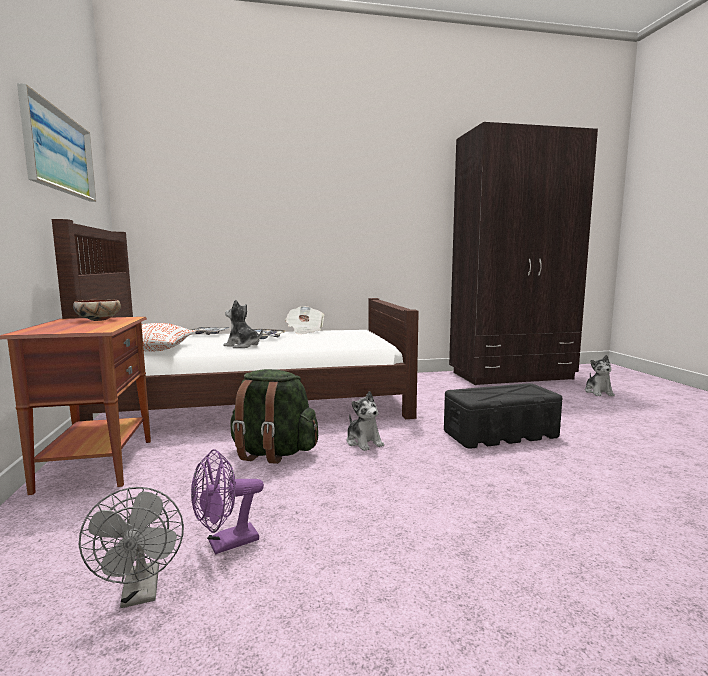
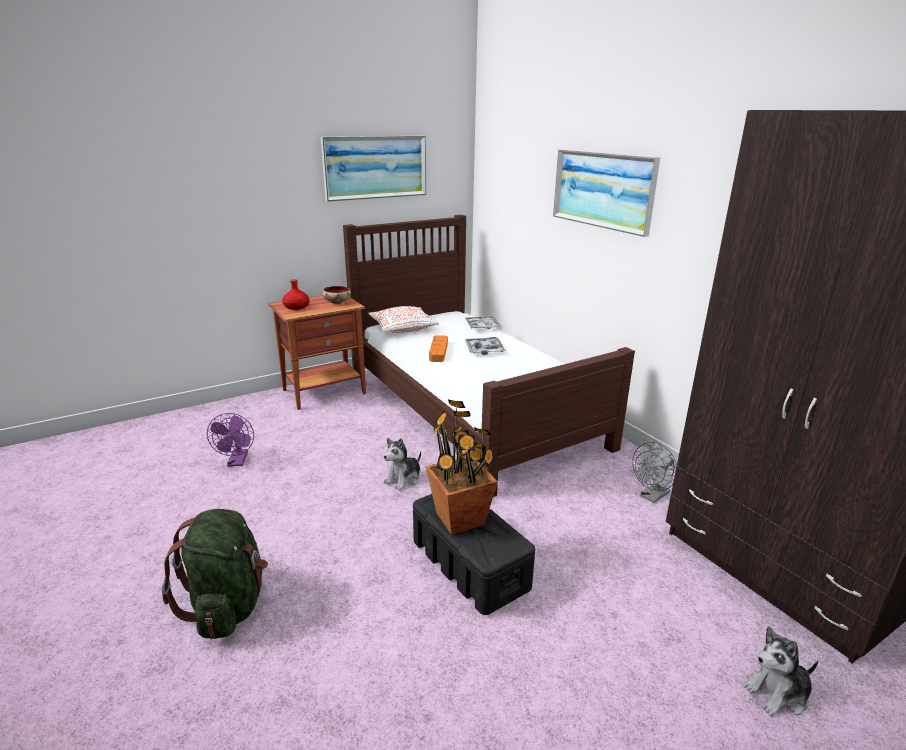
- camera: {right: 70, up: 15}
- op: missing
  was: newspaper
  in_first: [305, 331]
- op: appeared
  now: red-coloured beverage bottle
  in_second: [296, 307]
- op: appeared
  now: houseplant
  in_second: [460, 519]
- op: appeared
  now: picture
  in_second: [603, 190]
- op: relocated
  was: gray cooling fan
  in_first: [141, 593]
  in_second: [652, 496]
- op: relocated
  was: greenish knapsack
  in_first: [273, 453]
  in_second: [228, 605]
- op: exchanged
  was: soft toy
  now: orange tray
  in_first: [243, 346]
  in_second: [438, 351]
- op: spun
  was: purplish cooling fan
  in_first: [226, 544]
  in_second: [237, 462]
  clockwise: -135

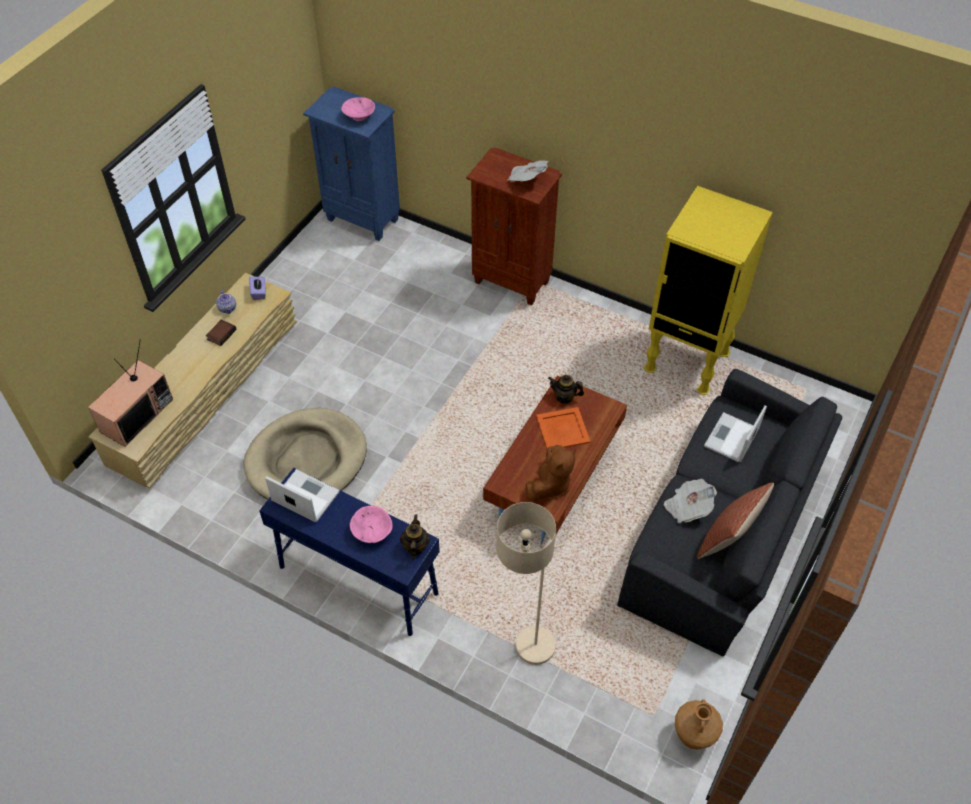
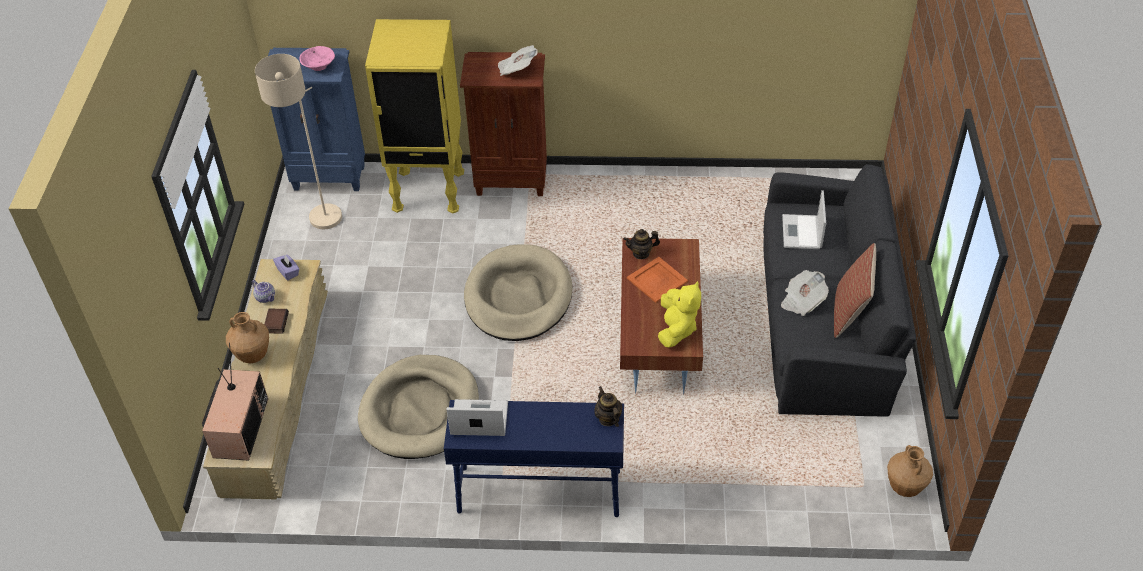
- camera: {right: -25, up: -5}
- op: missing
  was: pink-coloured deep dish
  in_first: [371, 531]
- op: appeared
  now: brown-coloured flower vase
  in_second: [253, 355]
- op: appeared
  now: beige-coloured dog cushion
  in_second: [518, 297]
- op: relocated
  was: beige-coloured standard lamp
  in_first: [523, 650]
  in_second: [318, 223]
- op: relocated
  was: yellow-coloured cupboard
  in_first: [687, 362]
  in_second: [429, 190]
- op: colour
  was: brown-coloured soft toy
  now: yellow-coloured soft toy
  in_first: [550, 484]
  in_second: [676, 329]

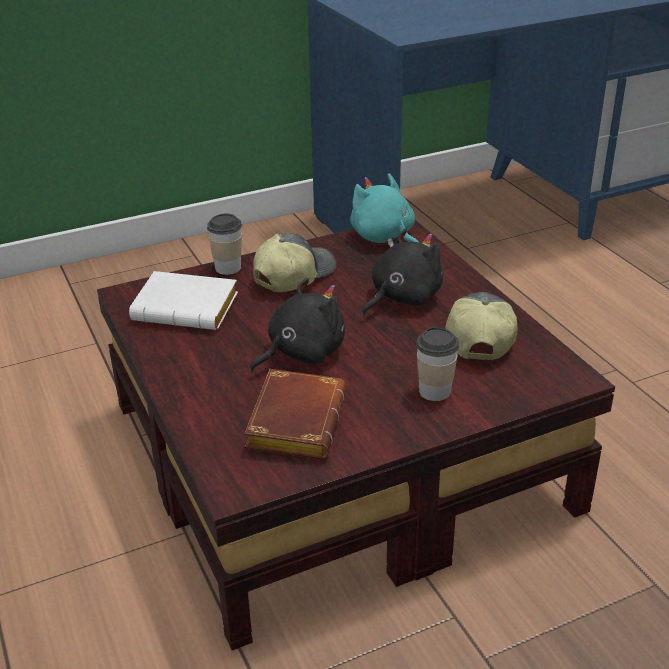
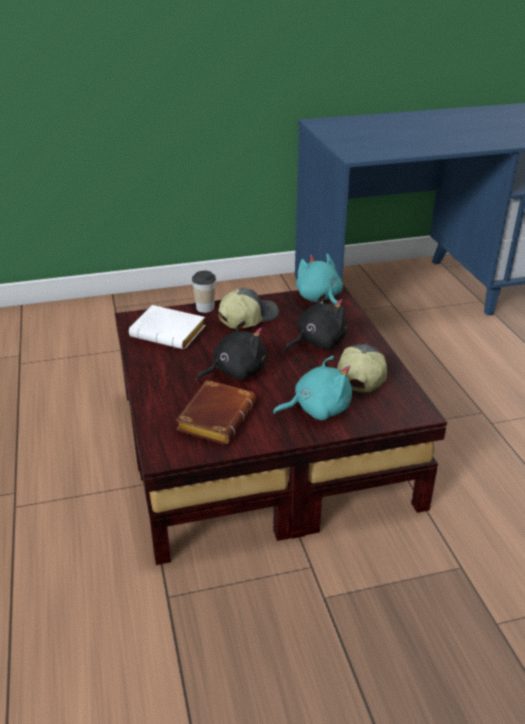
- camera: {right: 10, up: 0}
- op: exchanged
  was: small cup
  now: turquoise soft toy
  in_first: [435, 391]
  in_second: [317, 409]

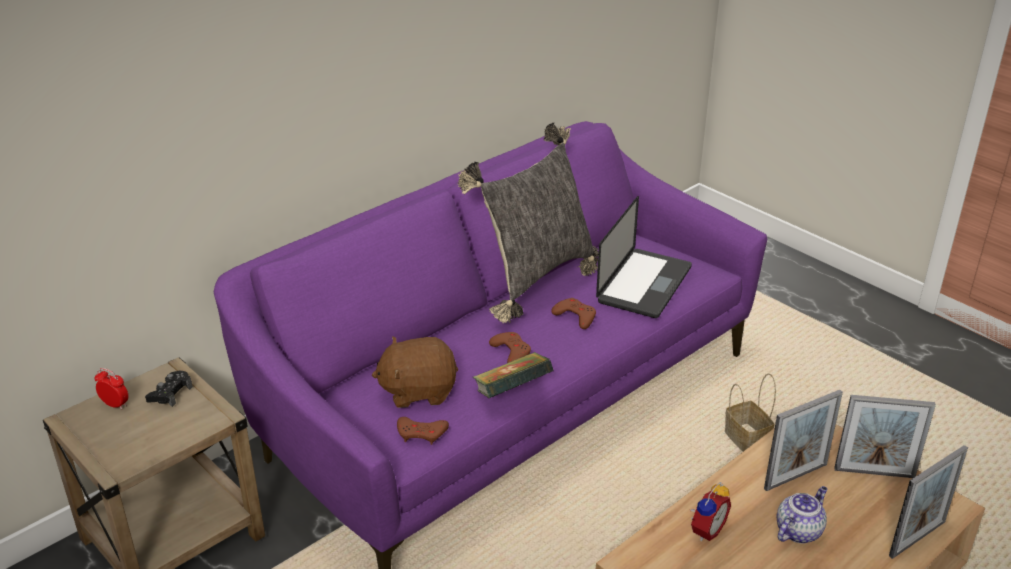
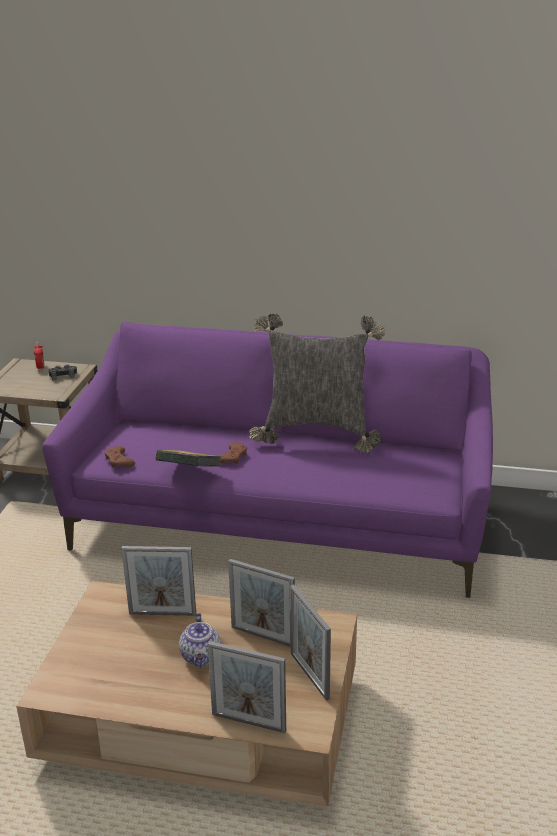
- camera: {right: 55, up: -5}
- op: missing
  was: brown-coloured soft toy
  in_first: [418, 391]
- op: missing
  was: brown-coloured game controller
  in_first: [575, 316]
- op: missing
  was: laptop
  in_first: [644, 284]
- op: missing
  was: storage basket
  in_first: [744, 438]
- op: exchanged
  was: table clock
  now: standing frame
  in_first: [705, 530]
  in_second: [162, 614]
- op: spun
  was: teapot
  in_first: [798, 530]
  in_second: [201, 657]
  clockwise: 75

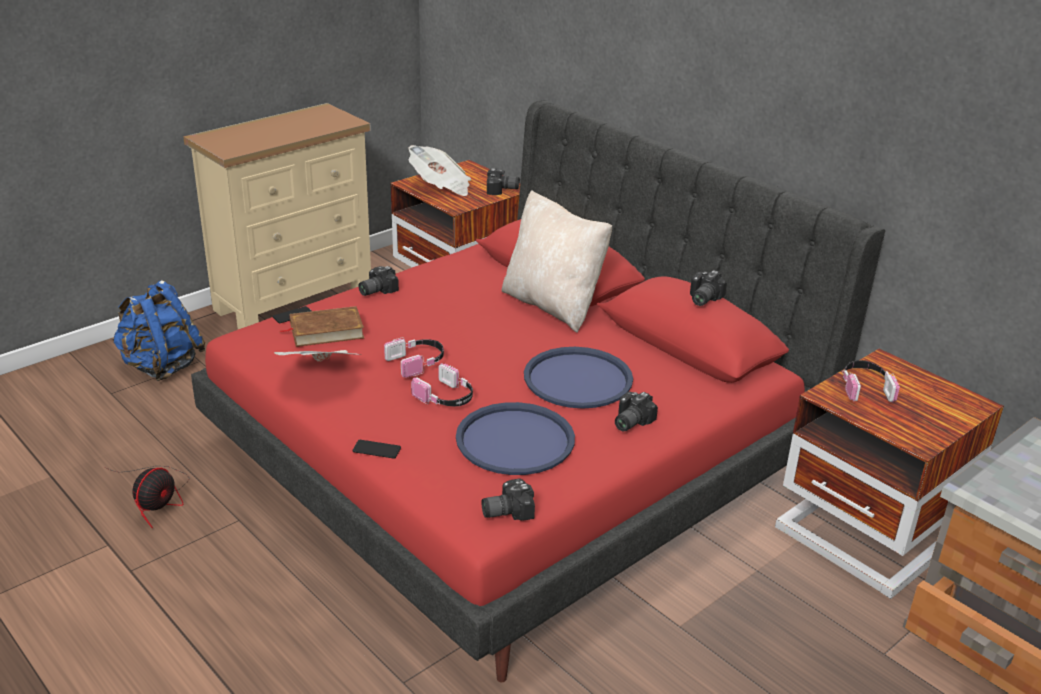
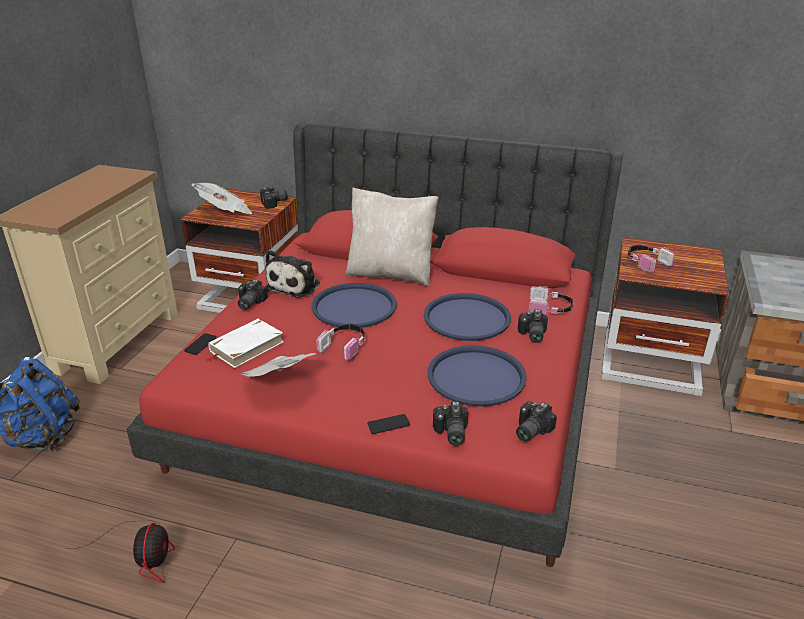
- camera: {right: -30, up: 0}
- op: appeared
  now: soft toy
  in_second: [295, 285]
- op: appeared
  now: blue-coloured tray
  in_second: [354, 306]
- op: relocated
  was: pair of headphones
  in_first: [446, 398]
  in_second: [550, 309]
- op: relocated
  was: still camera
  in_first: [702, 298]
  in_second: [450, 433]
- op: colour
  was: brown-coloured bound book
  now: white-coloured bound book
  in_first: [326, 331]
  in_second: [246, 346]

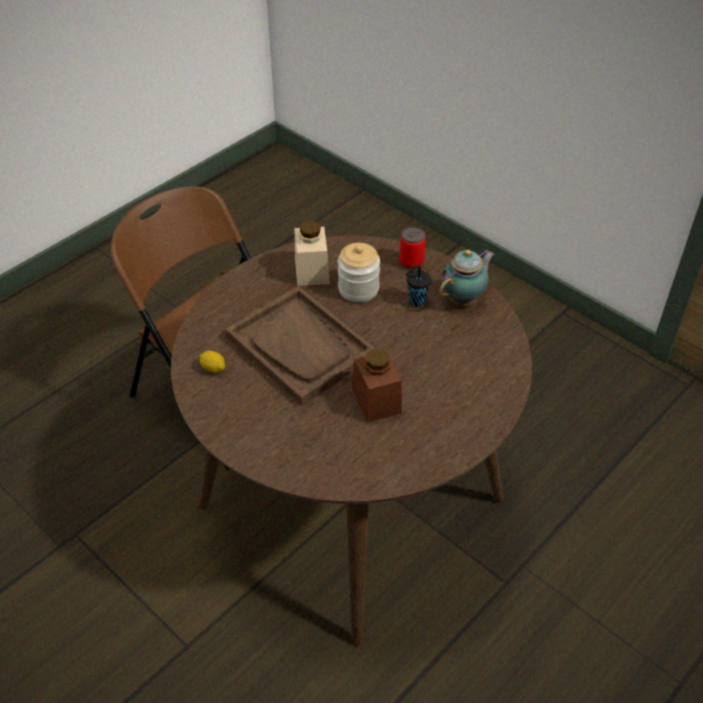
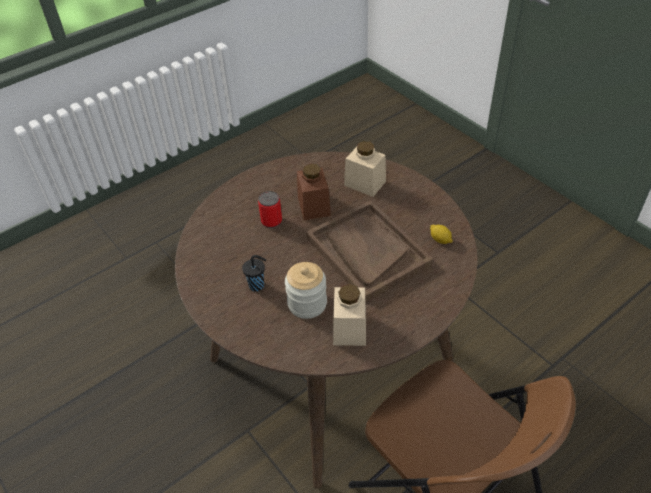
- camera: {right: -170, up: 0}
- op: missing
  was: teapot
  in_first: [464, 299]
- op: appeared
  now: beige-coloured storage jar
  in_second: [365, 183]
- op: relocated
  was: sealed can
  in_first: [411, 262]
  in_second: [271, 221]

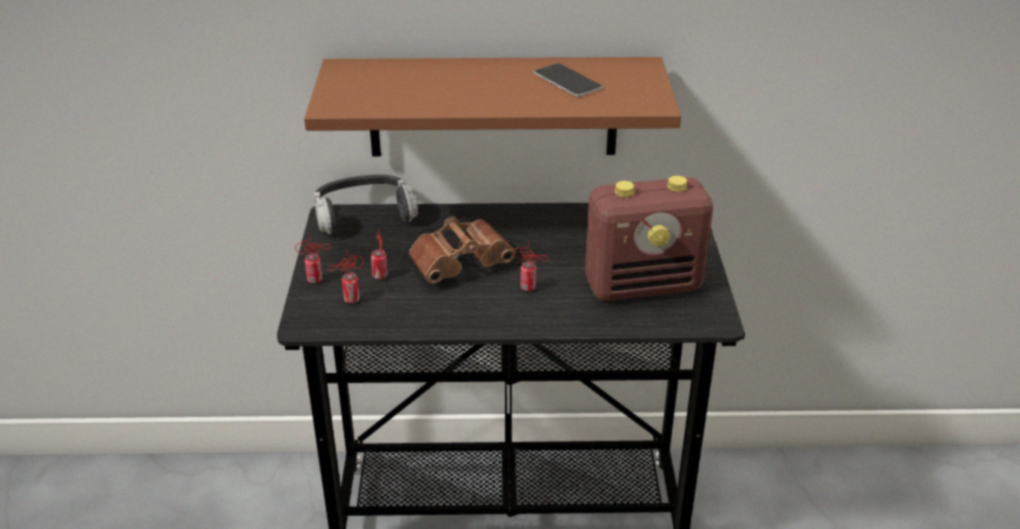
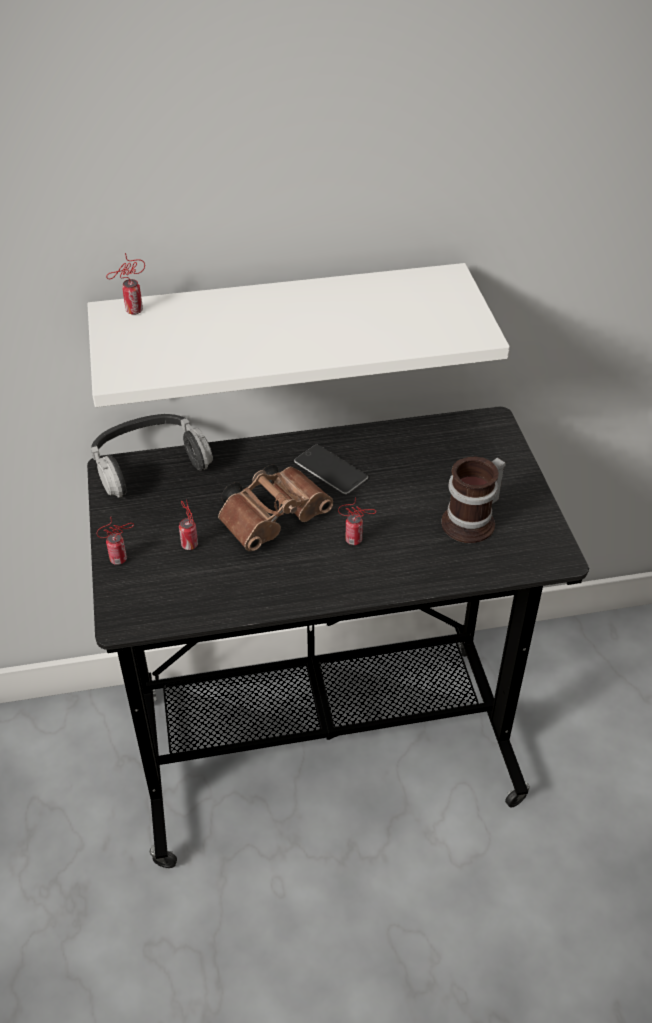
- camera: {right: -10, up: 10}
- op: relocated
  was: sealed can
  in_first: [349, 300]
  in_second: [132, 311]
- op: relocated
  was: handset
  in_first: [567, 80]
  in_second: [330, 469]
- op: exchanged
  was: radio
  now: coffee mug
  in_first: [644, 285]
  in_second: [474, 522]
- op: colour
  was: brown-coloured bracket shelf
  now: white-coloured bracket shelf
  in_first: [493, 107]
  in_second: [282, 332]

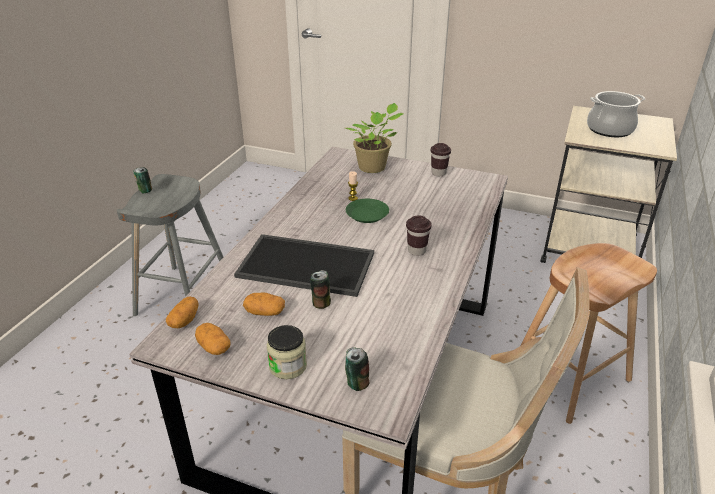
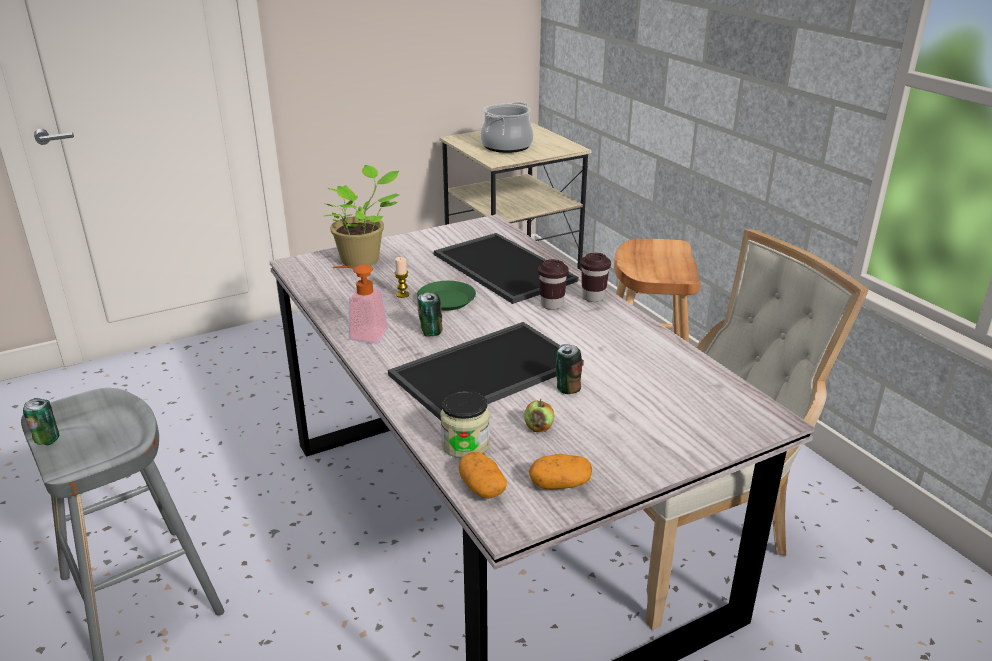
- camera: {right: -50, up: -5}
- op: appeared
  now: liquid soap bottle
  in_second: [361, 334]
- op: appeared
  now: tray
  in_second: [501, 267]
- op: relocated
  was: storage jar
  in_first: [288, 366]
  in_second: [465, 444]
- op: relocated
  was: sealed can
  in_first: [356, 383]
  in_second: [430, 332]
- op: relocated
  was: brown-coloured small cup
  in_first: [438, 173]
  in_second: [593, 297]
- op: exchanged
  was: spud
  now: apple
  in_first: [265, 312]
  in_second: [538, 427]

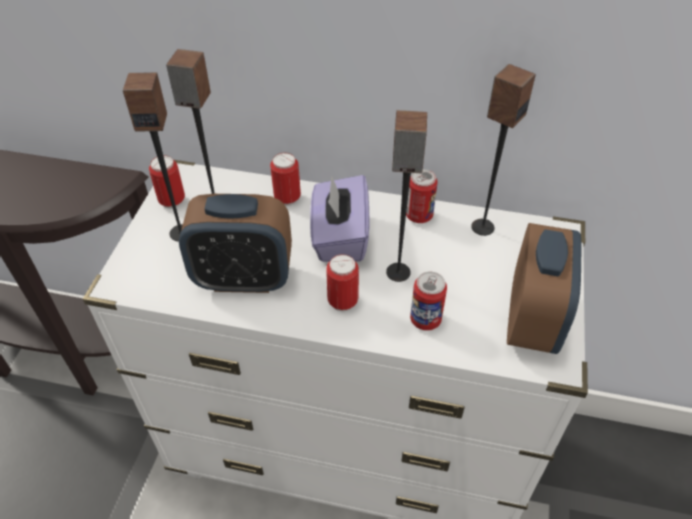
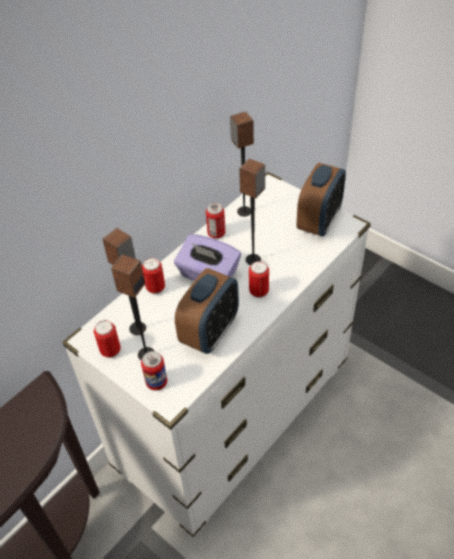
- camera: {right: -60, up: 0}
- op: relocated
  was: sealed can
  in_first: [425, 319]
  in_second: [156, 382]
- op: spun
  was: table clock
  in_first: [531, 321]
  in_second: [319, 222]
  clockwise: 75

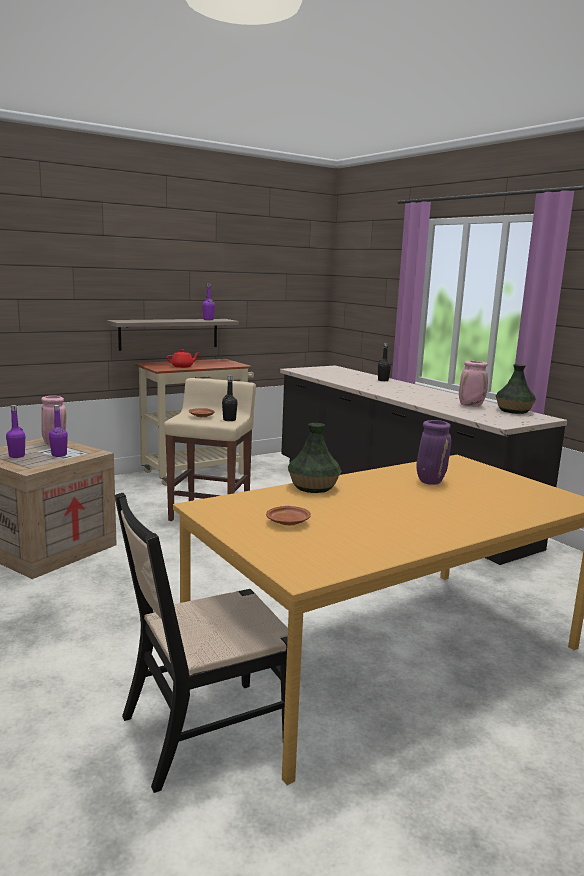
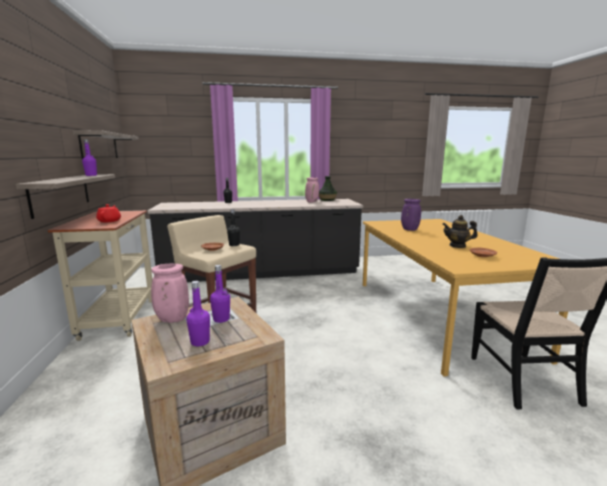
- camera: {right: -65, up: 0}
- op: missing
  was: flower vase
  in_first: [314, 487]
- op: appeared
  now: bracket shelf
  in_second: [99, 146]
- op: appeared
  now: teapot
  in_second: [457, 246]

